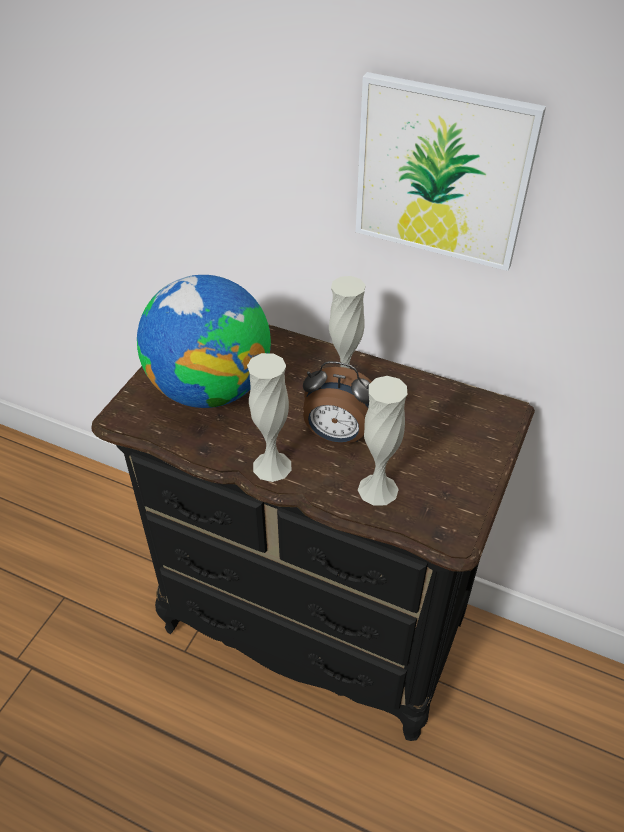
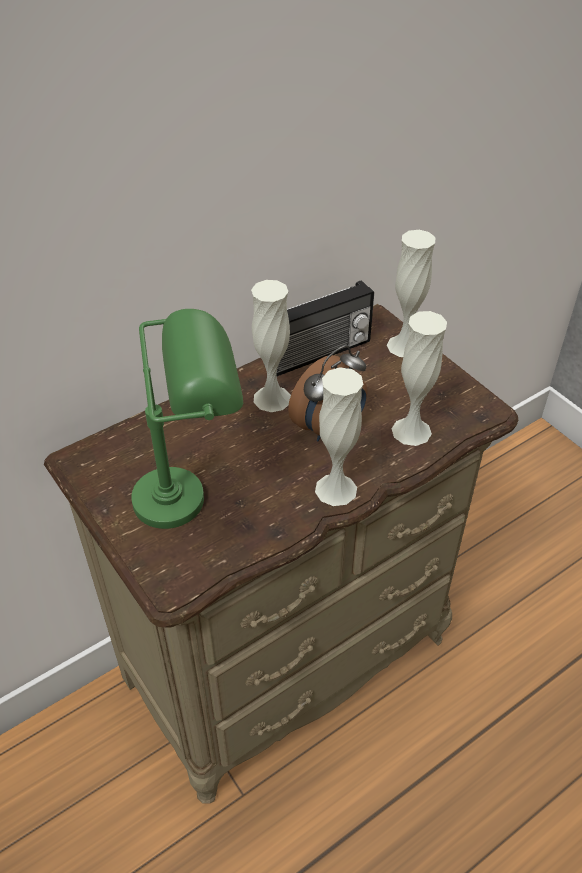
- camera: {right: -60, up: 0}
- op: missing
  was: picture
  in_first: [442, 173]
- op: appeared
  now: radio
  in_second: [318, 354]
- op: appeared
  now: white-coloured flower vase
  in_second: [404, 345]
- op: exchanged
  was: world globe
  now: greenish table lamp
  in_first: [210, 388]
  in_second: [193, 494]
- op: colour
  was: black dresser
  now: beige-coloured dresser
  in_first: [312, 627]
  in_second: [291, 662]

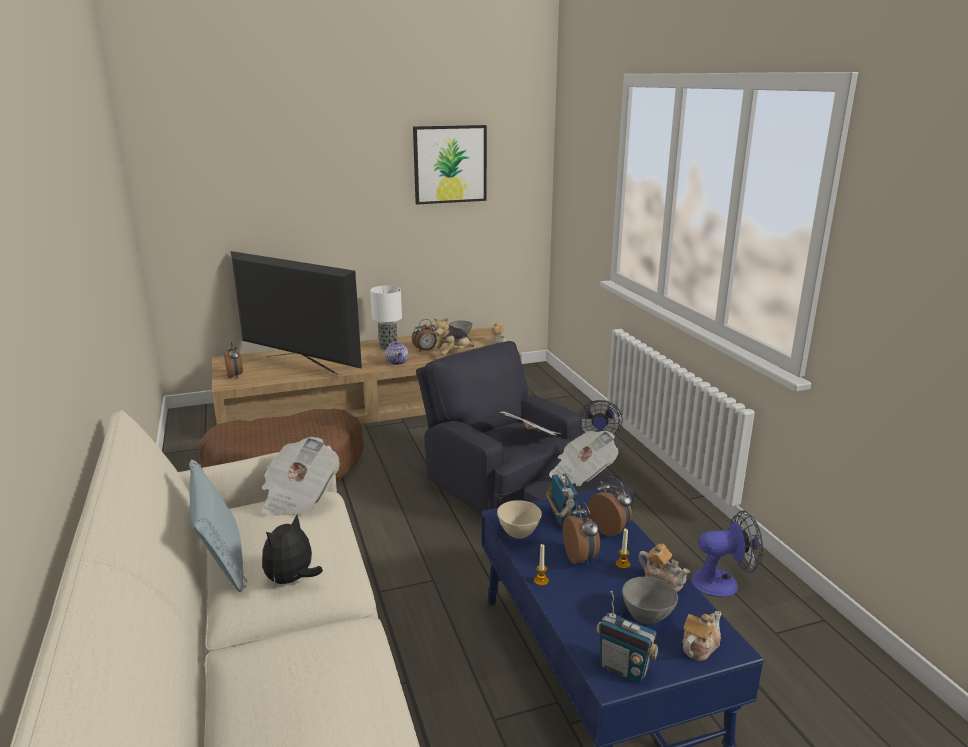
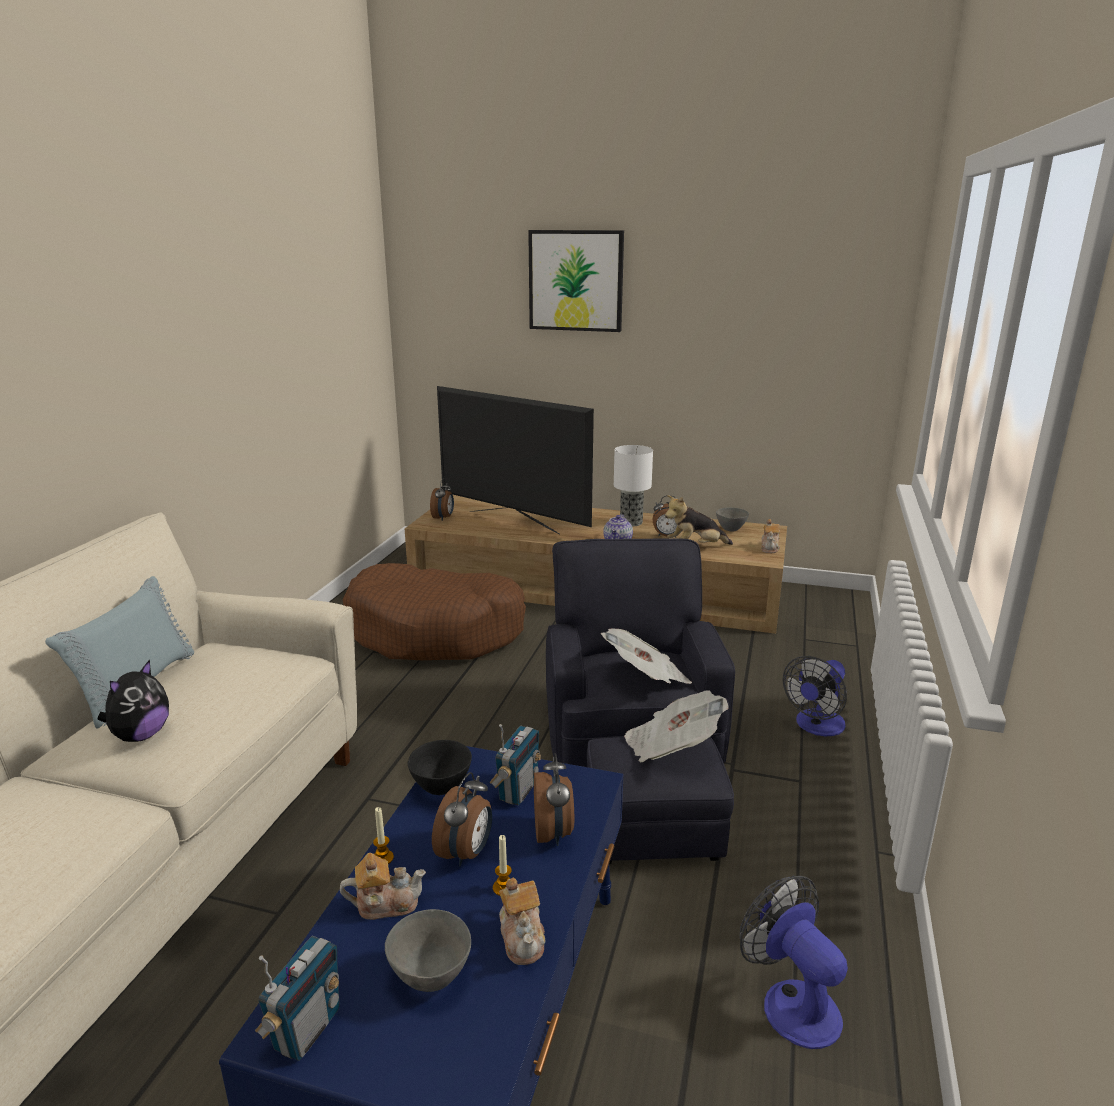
- camera: {right: 35, up: 0}
- op: missing
  was: newspaper
  in_first: [299, 496]
- op: relocated
  was: picture
  in_first: [450, 164]
  in_second: [576, 281]
- op: relocated
  was: teapot
  in_first: [699, 647]
  in_second: [386, 904]
- op: colour
  was: beige-coloured deep dish
  now: black deep dish
  in_first: [519, 534]
  in_second: [441, 788]
- op: spun
  was: TV set
  in_first: [299, 366]
  in_second: [513, 522]
  clockwise: 150
- op: spun
  was: soft toy
  in_first: [292, 580]
  in_second: [140, 735]
  clockwise: 135
- op: spun
  was: radio
  in_first: [624, 669]
  in_second: [306, 1029]
  clockwise: -135
- op: spun
  was: cooling fan
  in_first: [723, 582]
  in_second: [791, 1002]
  clockwise: -150

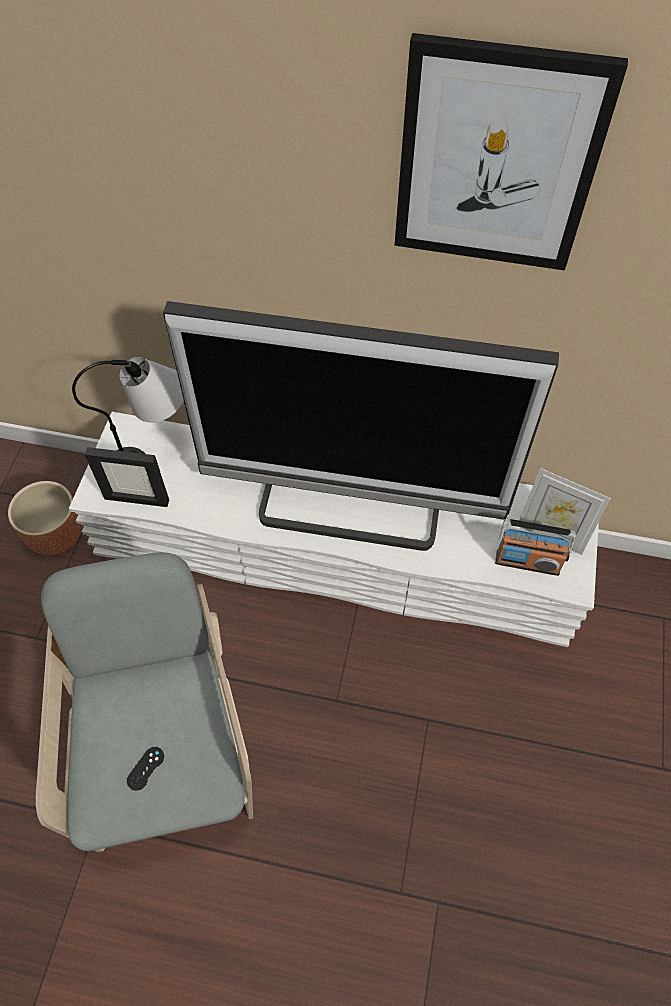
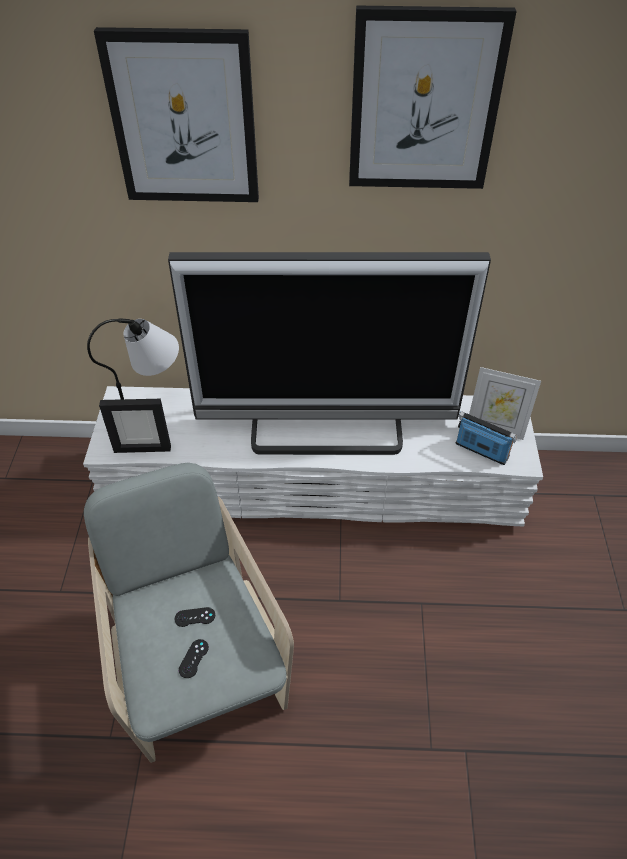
- camera: {right: -10, up: -10}
- op: missing
  was: brown-coloured plant pot
  in_first: [57, 534]
- op: appeared
  now: picture
  in_second: [184, 119]
- op: appeared
  now: black game controller
  in_second: [195, 617]
- op: spun
  was: radio
  in_first: [527, 561]
  in_second: [481, 451]
  clockwise: -150

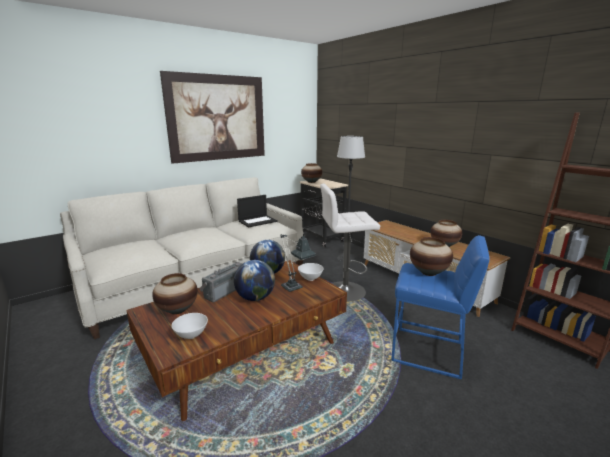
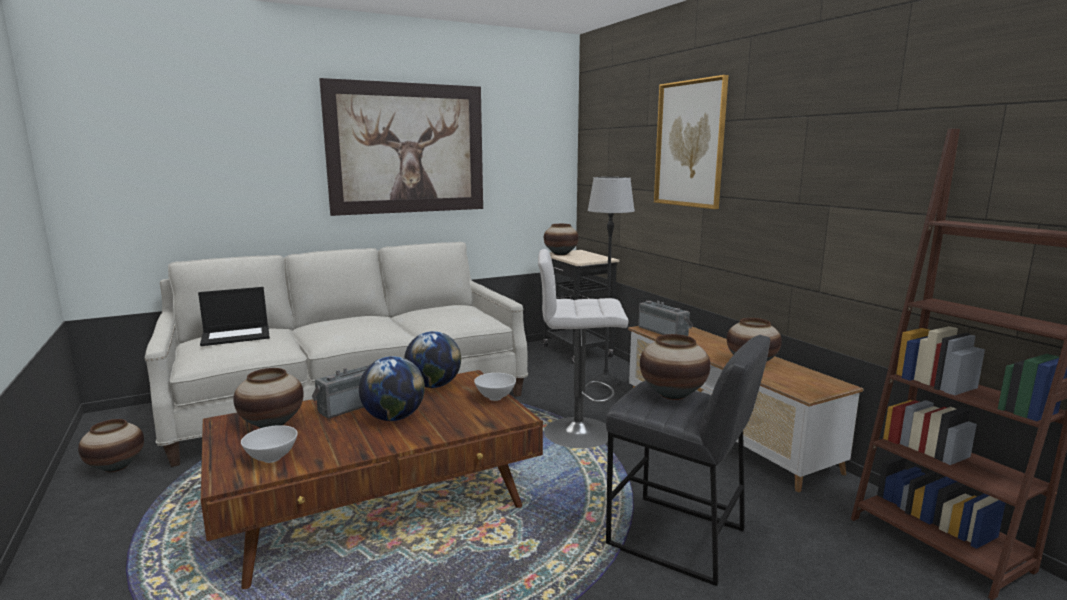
- camera: {right: 10, up: -5}
- op: missing
  was: table lamp
  in_first: [294, 289]
- op: appeared
  now: flower vase
  in_second: [116, 467]
- op: appeared
  now: radio
  in_second: [664, 332]
- op: appeared
  now: picture
  in_second: [690, 144]
- op: relocated
  was: laptop
  in_first: [258, 221]
  in_second: [237, 336]
- op: colour
  was: blue-coloured stool
  now: gray stool
  in_first: [428, 352]
  in_second: [678, 538]

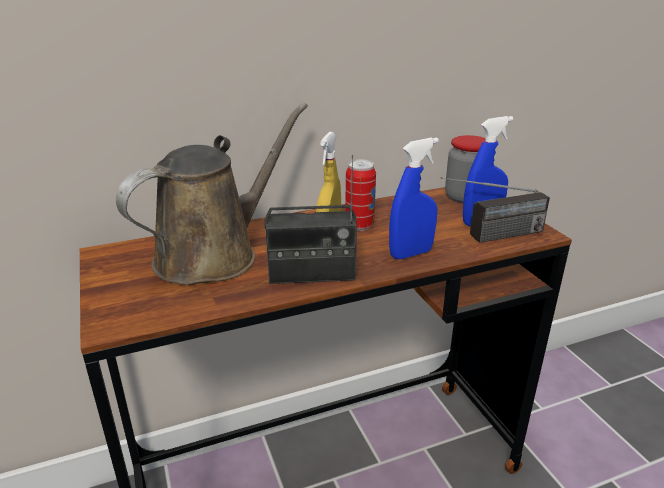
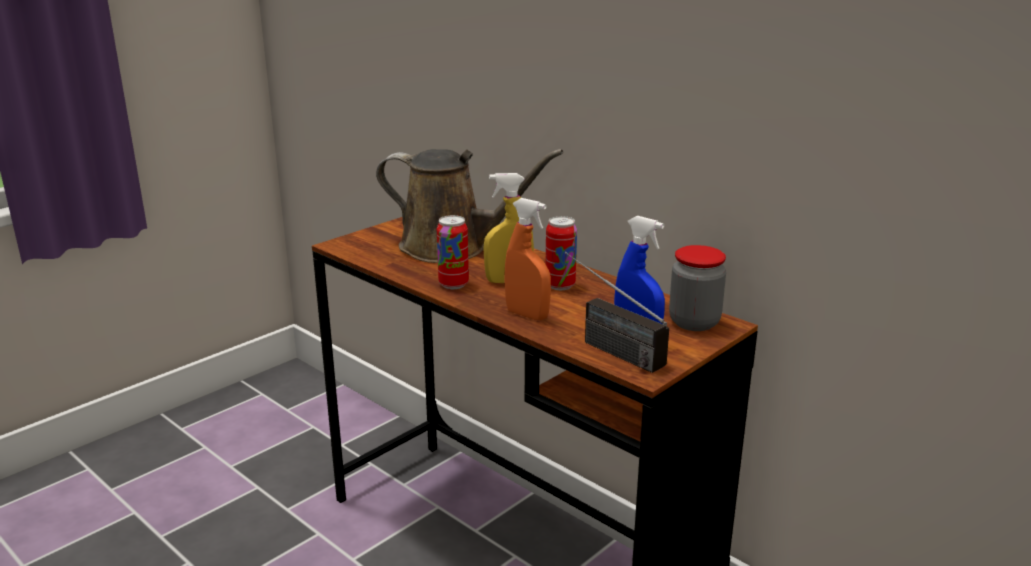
- camera: {right: 65, up: -5}
- op: exchanged
  was: radio
  now: sealed can
  in_first: [311, 274]
  in_second: [453, 284]
- op: colour
  was: blue-coloured spray bottle
  now: orange spray bottle
  in_first: [411, 253]
  in_second: [527, 315]

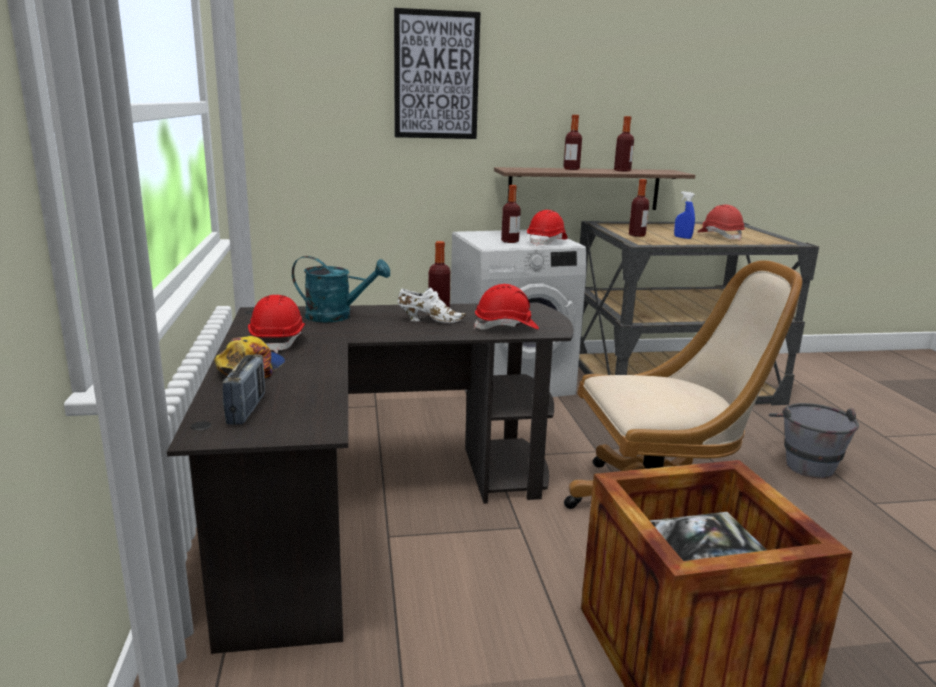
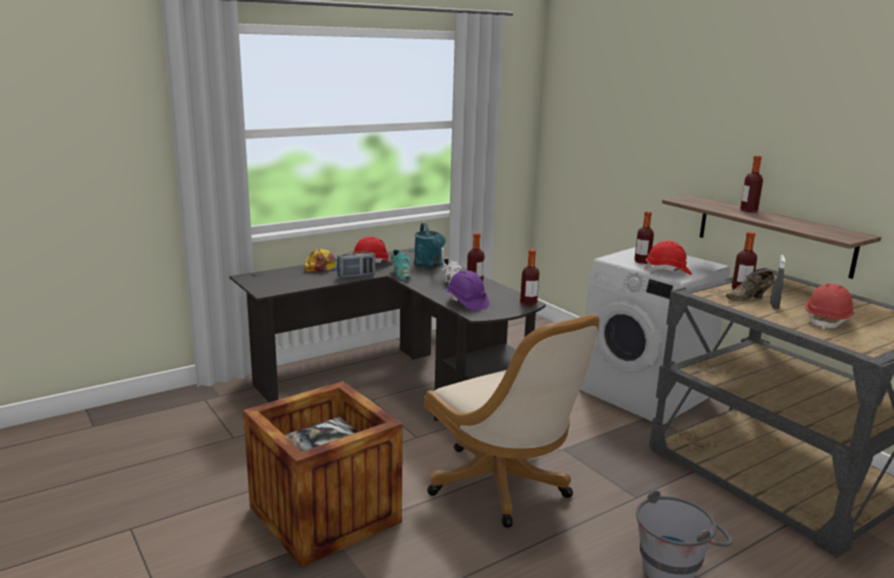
- camera: {right: 65, up: 0}
- op: missing
  was: picture
  in_first: [436, 75]
- op: appeared
  now: turquoise low shoe
  in_second: [401, 274]
- op: appeared
  now: brown-coloured low shoe
  in_second: [749, 298]
- op: relocated
  was: radio
  in_first: [246, 410]
  in_second: [356, 275]
- op: relocated
  was: beverage bottle
  in_first: [622, 170]
  in_second: [528, 303]
- op: colour
  was: red-coloured safety helmet
  now: purplish safety helmet
  in_first: [506, 327]
  in_second: [467, 302]
- op: colour
  was: blue-coloured spray bottle
  now: gray spray bottle
  in_first: [682, 237]
  in_second: [774, 306]

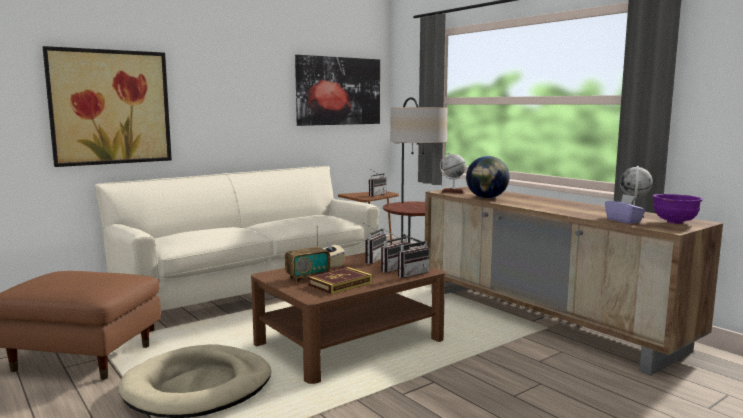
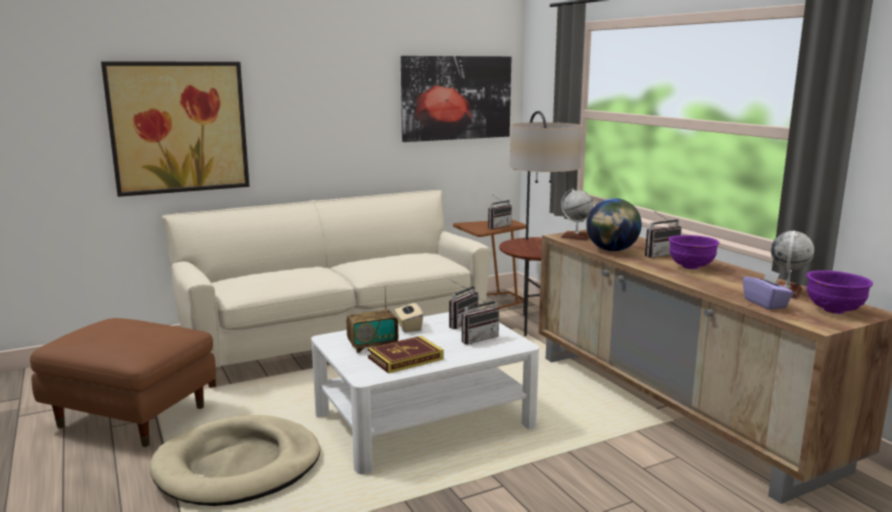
- camera: {right: 10, up: 5}
- op: appeared
  now: purplish deep dish
  in_second: [691, 267]
- op: relocated
  was: radio
  in_first: [411, 274]
  in_second: [659, 254]
- op: colour
  was: brown-coloured coffee table
  now: white-coloured coffee table
  in_first: [349, 342]
  in_second: [424, 420]

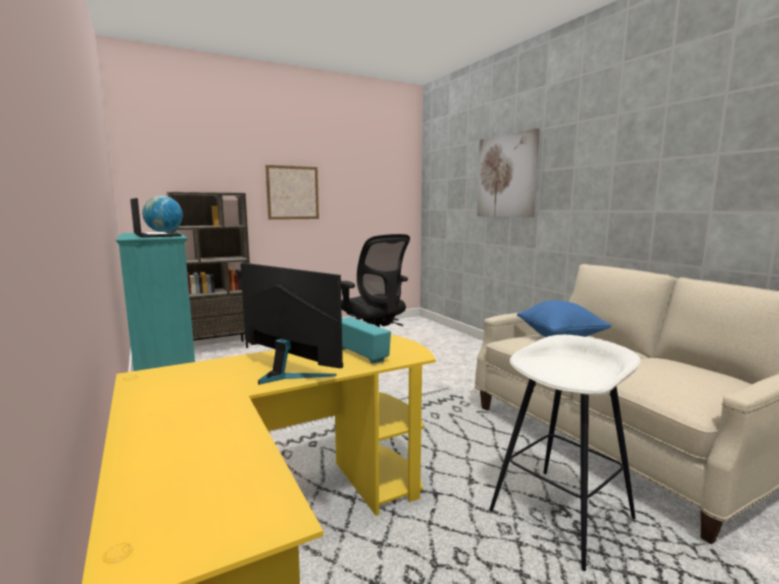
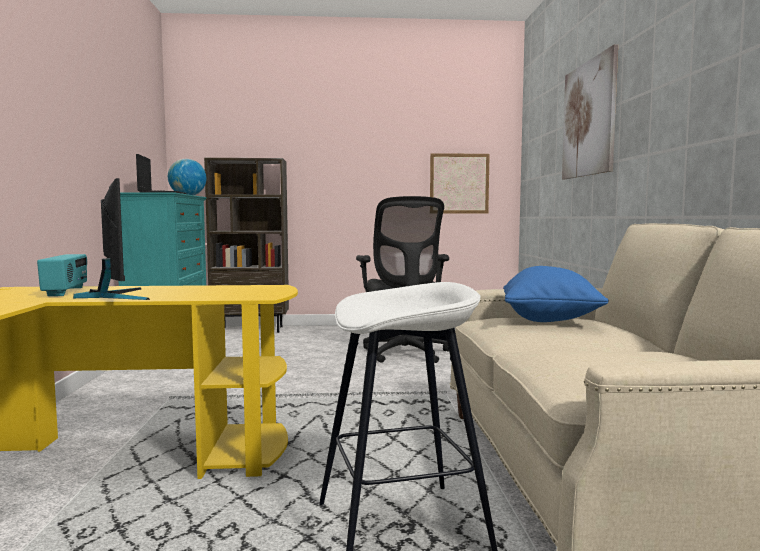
- camera: {right: 25, up: -5}
- op: relocated
  was: picture
  in_first: [292, 192]
  in_second: [459, 183]
- op: relocated
  was: radio
  in_first: [362, 354]
  in_second: [66, 291]

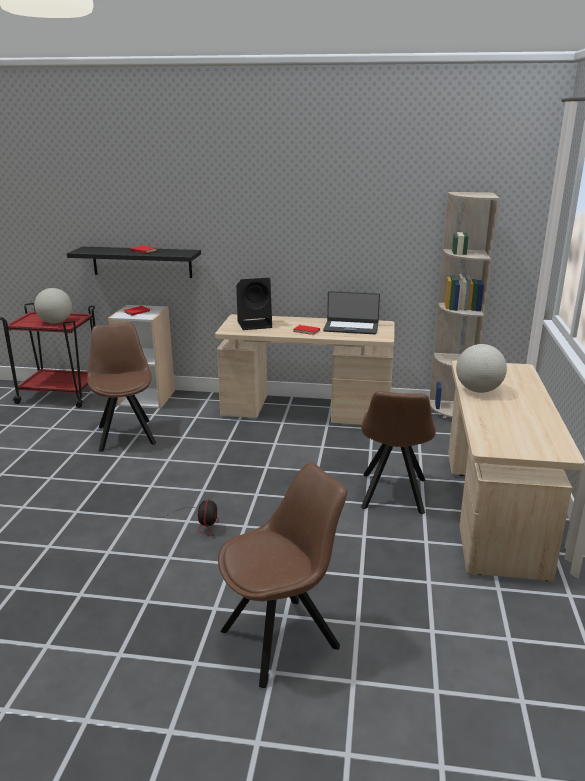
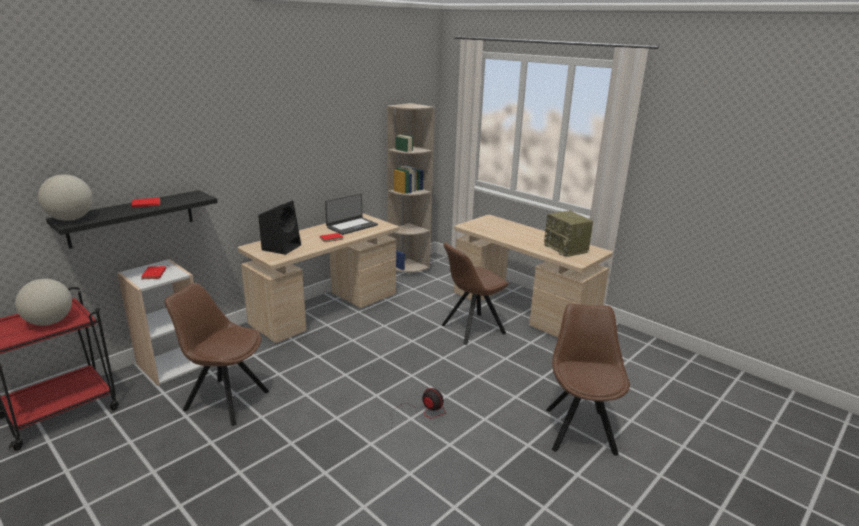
- camera: {right: -55, up: 0}
- op: appeared
  now: radio
  in_second: [566, 249]
- op: relocated
  was: world globe
  in_first: [478, 390]
  in_second: [71, 219]
- op: spun
  was: brown-coloured upright chair
  in_first: [393, 494]
  in_second: [472, 329]
  clockwise: 105

